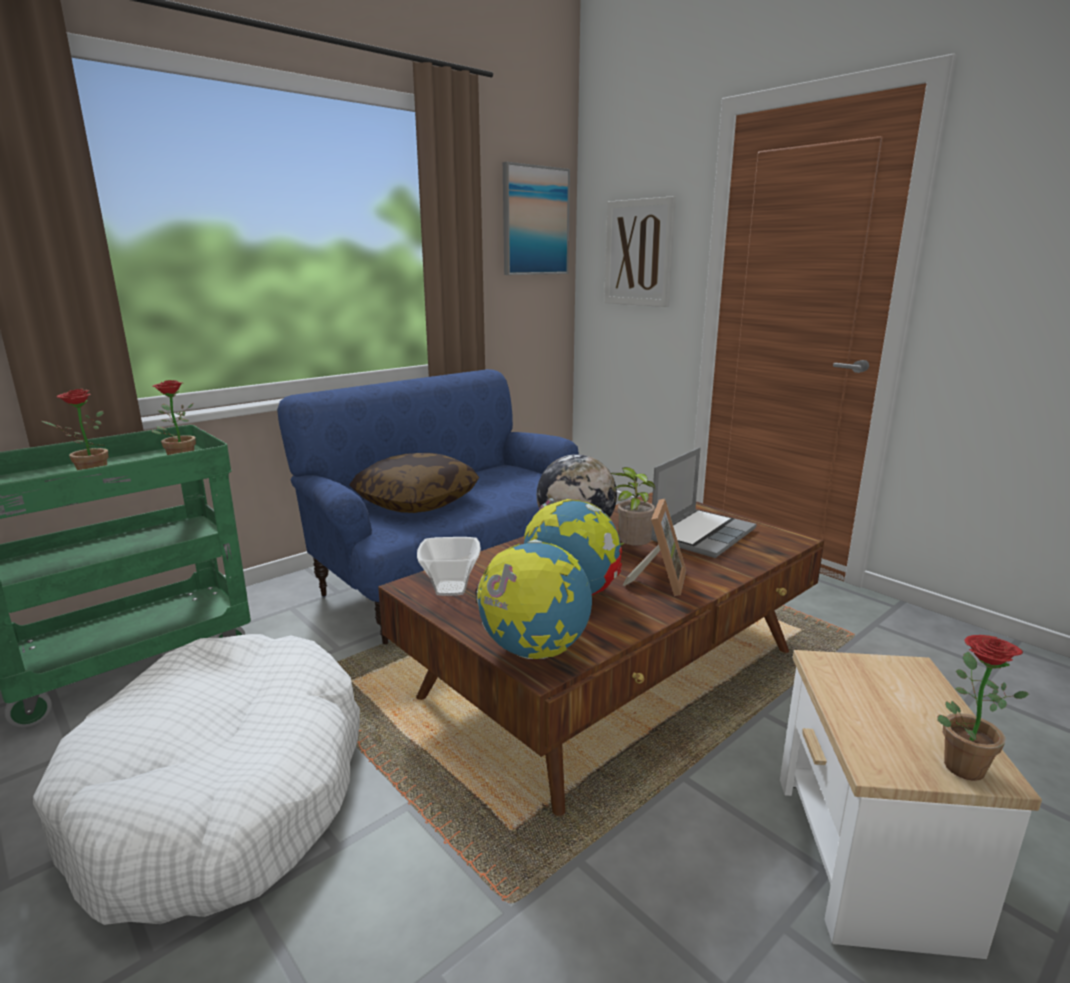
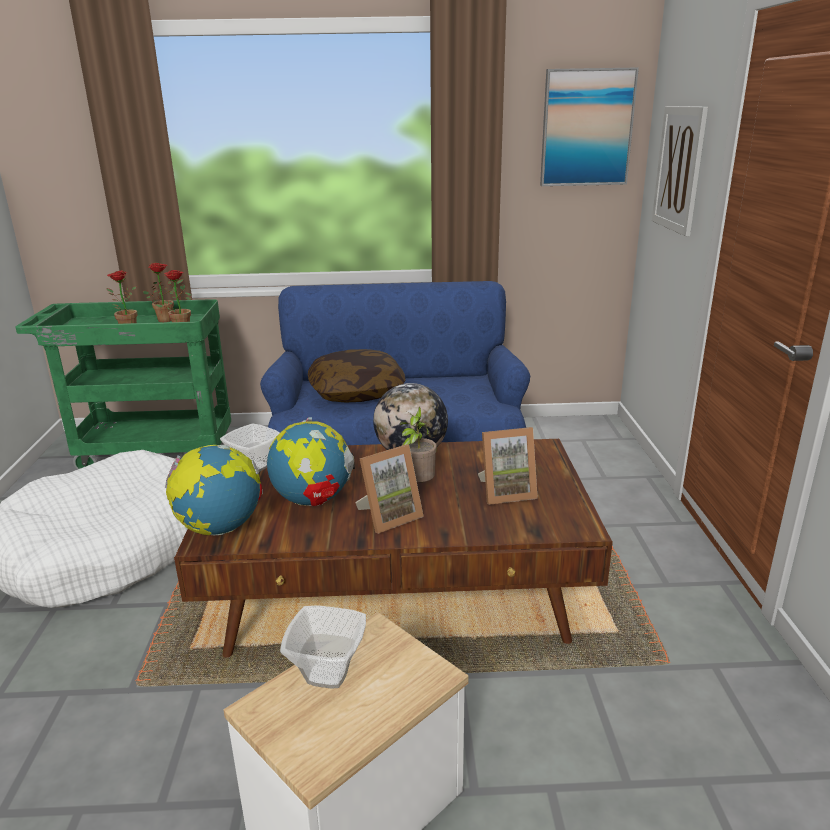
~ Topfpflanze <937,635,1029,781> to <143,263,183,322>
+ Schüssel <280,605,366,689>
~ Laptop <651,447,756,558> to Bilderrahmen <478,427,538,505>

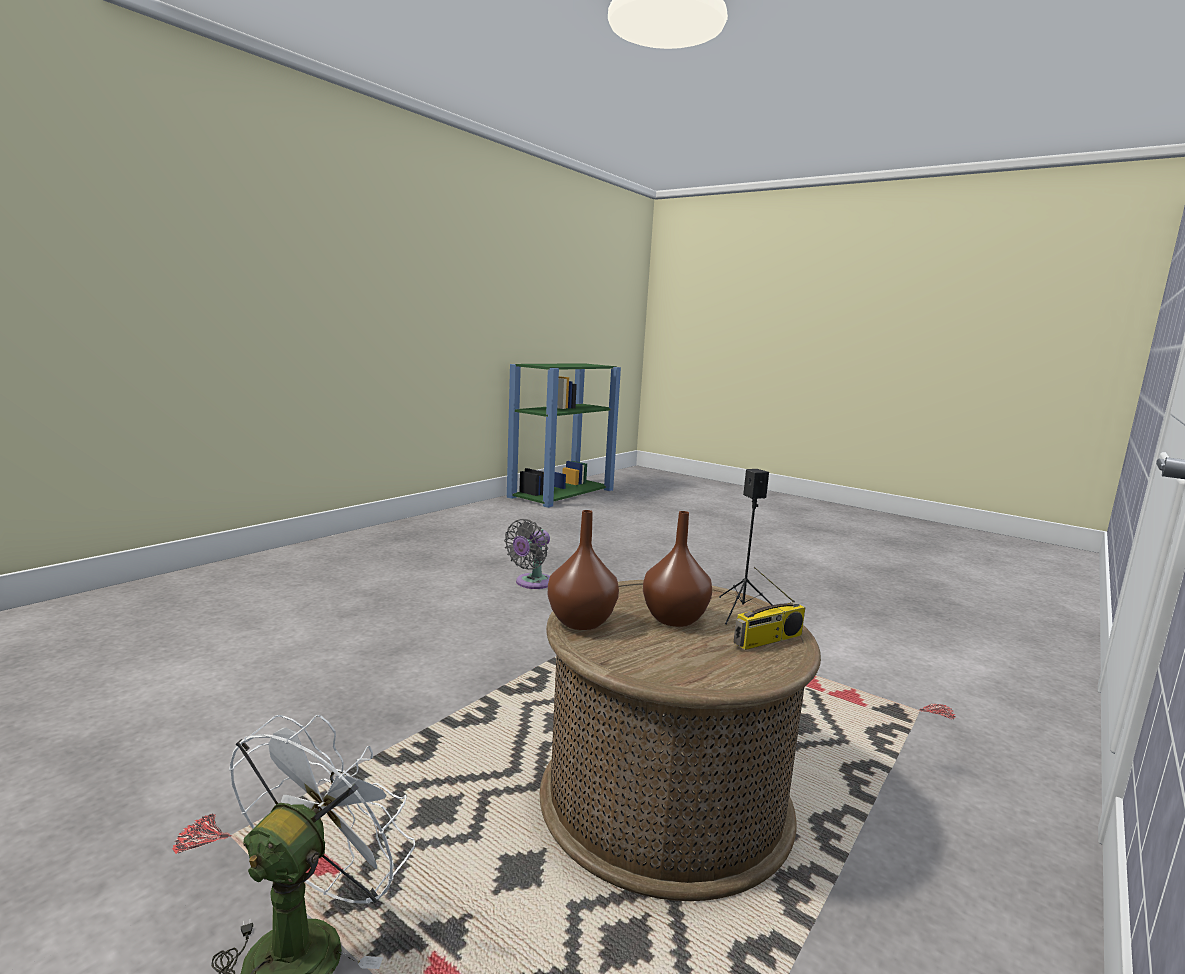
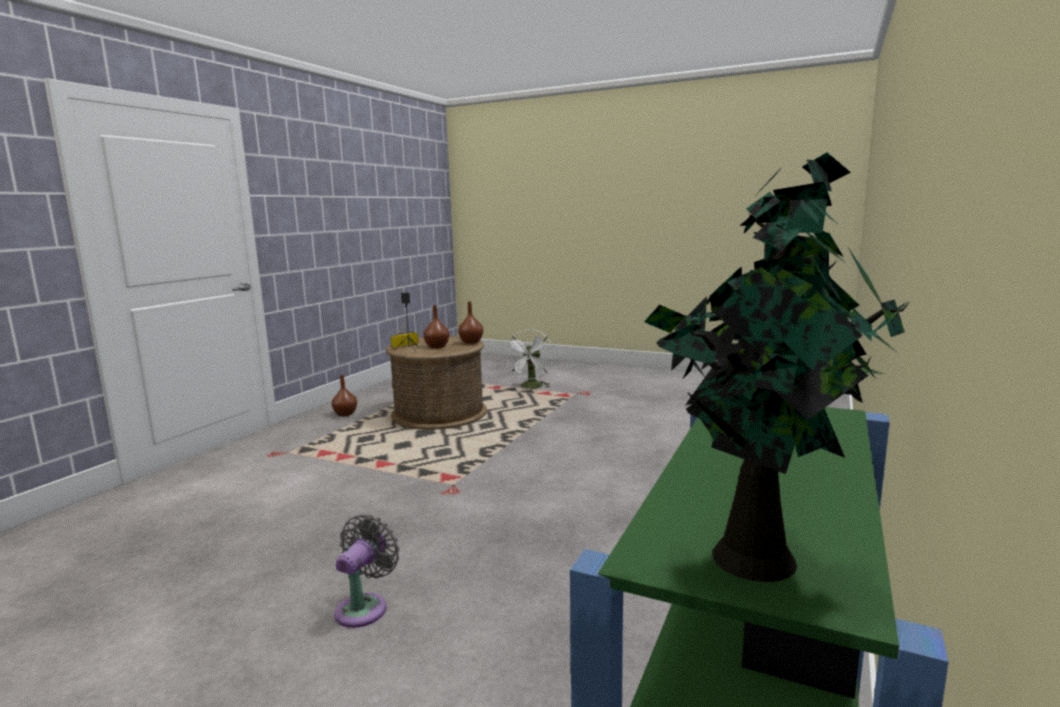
+ Vase [braun] <331,375,357,416>
~ Ventilator [grau] <504,519,550,589> to <334,515,400,628>
+ Topfpflanze <644,153,909,582>

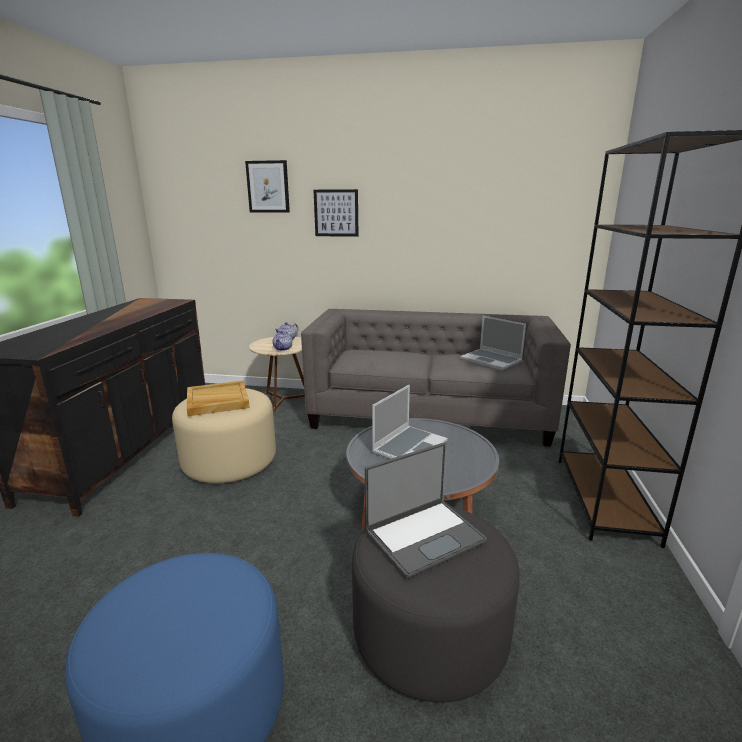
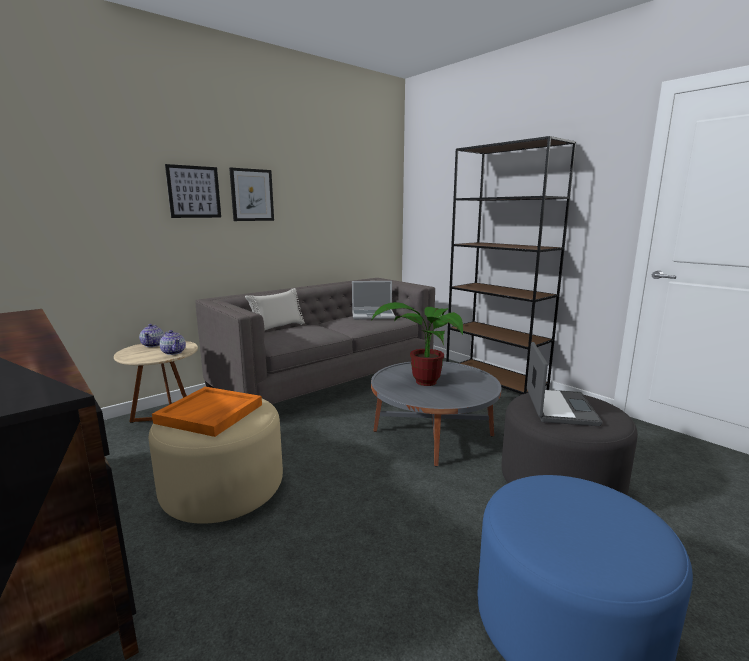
~ Tablett [beige] <187,381,250,416> to Tablett [orange] <152,387,262,437>
~ Bild <245,160,290,213> to <229,168,274,221>
+ Kissen [weiß] <245,288,305,330>
~ Laptop <372,385,448,459> to Topfpflanze <371,302,463,386>

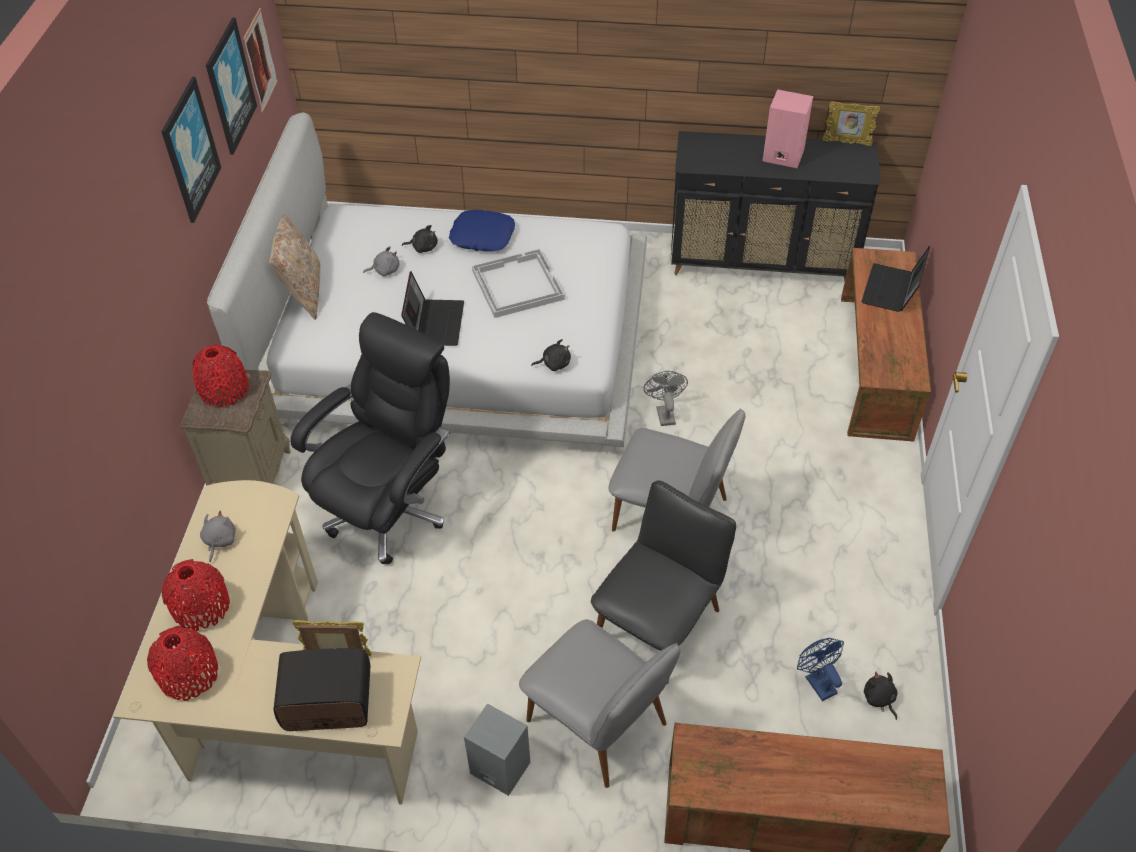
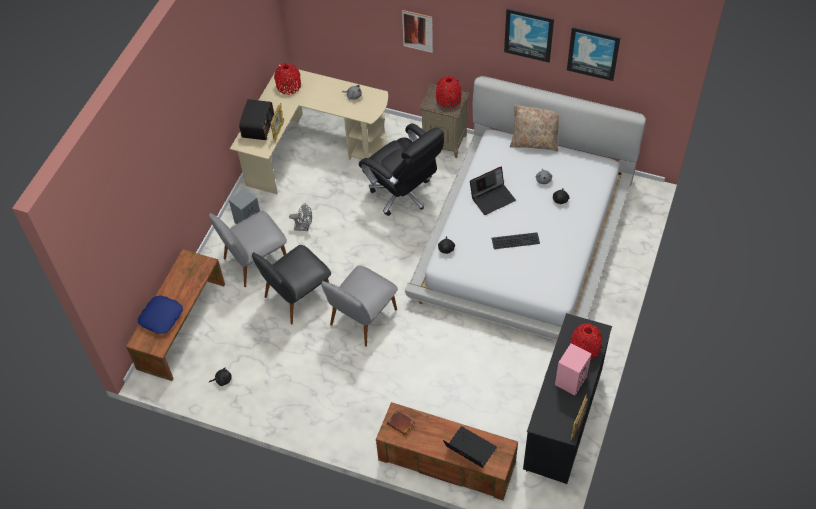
~ Kissen [blau] <449,210,515,252> to <138,295,183,334>
~ Stuhl [schwarz] <591,480,736,684> = <252,245,331,325> 90 degrees clockwise
~ Ventilator [grau] <644,371,688,426> to <289,203,312,231>
+ Buch [braun] <387,409,415,435>
~ Bild <243,8,278,112> to <402,10,433,53>
~ Laptop <401,271,464,346> = <470,166,516,215> 45 degrees counterclockwise
~ Tablett [weiß] <472,249,565,318> to Tastatur <492,232,540,249>
~ Vase [rot] <162,559,230,631> to <570,323,603,359>
- Ventilator [blau] <797,638,844,701>

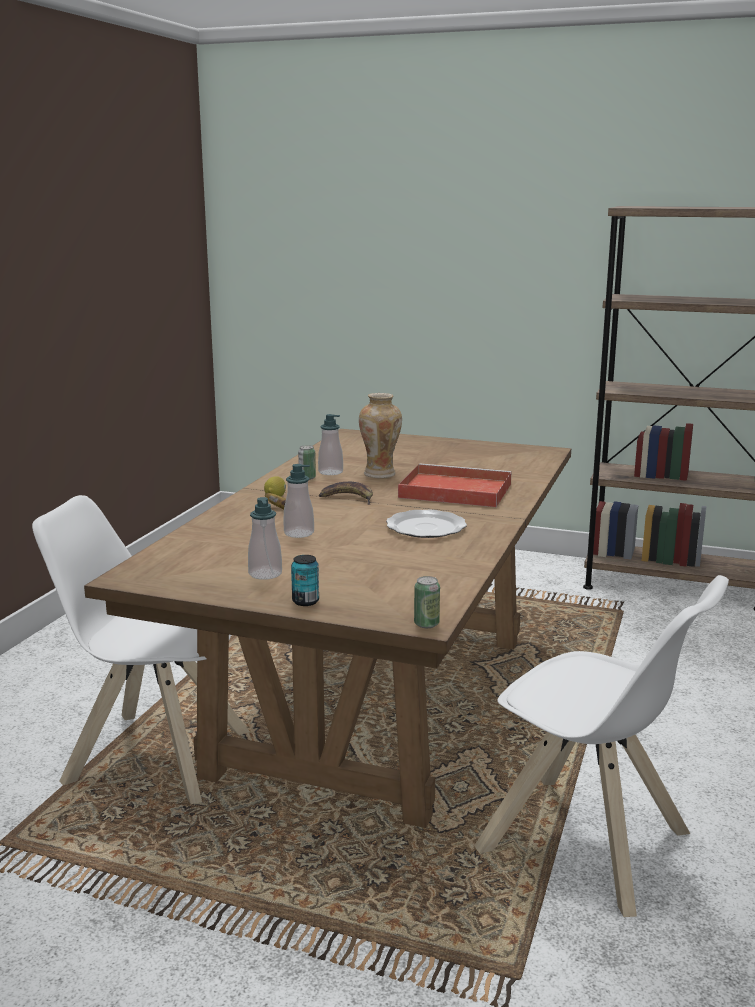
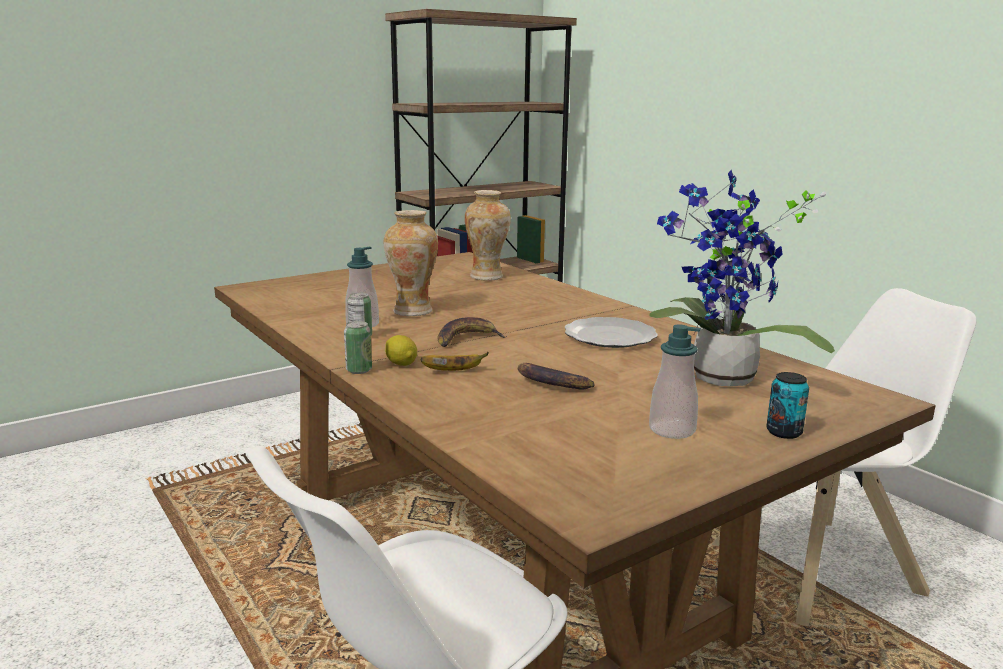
~ Dose <414,576,440,628> to <344,321,372,374>
+ Vase <465,190,511,281>
~ Seifenspender <283,464,314,538> to Banane <518,363,595,389>
+ Topfpflanze <649,170,835,386>
- Tablett [rot] <398,464,512,507>

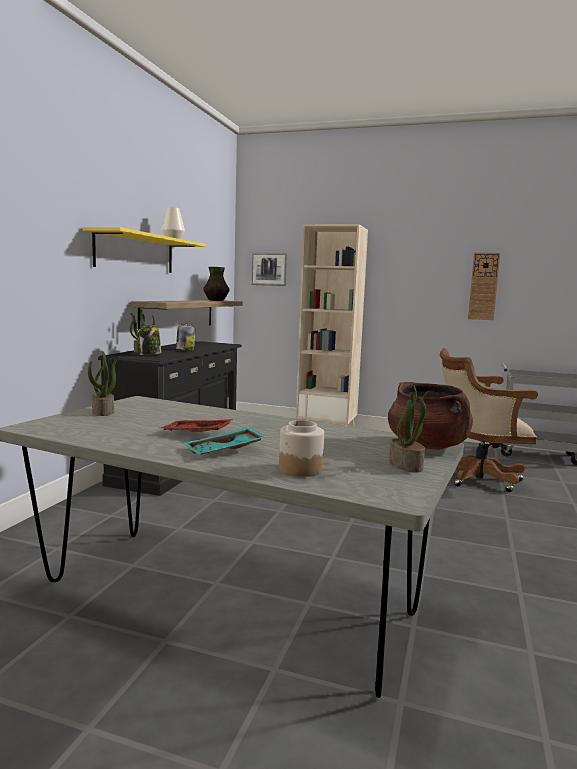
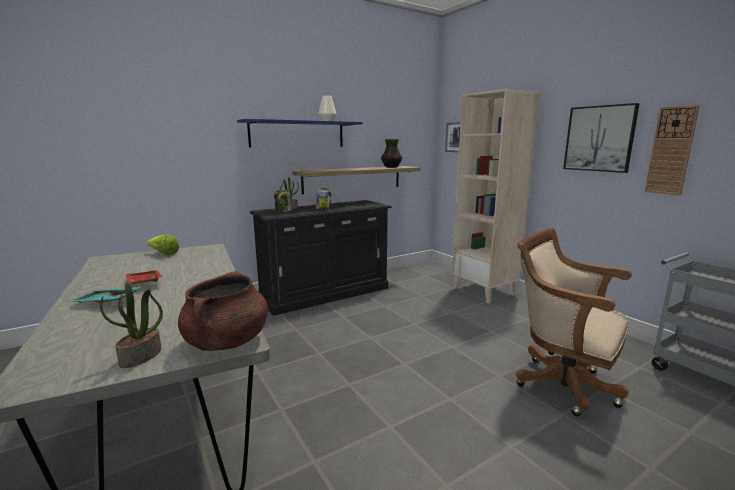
~ Topfpflanze <88,351,120,416> to Salatkopf <146,234,179,255>
~ Wandregal [gelb] <83,227,206,273> to Wandregal [blau] <237,119,363,148>
+ Bild <563,103,640,173>
- Vorratsglas <279,420,324,477>

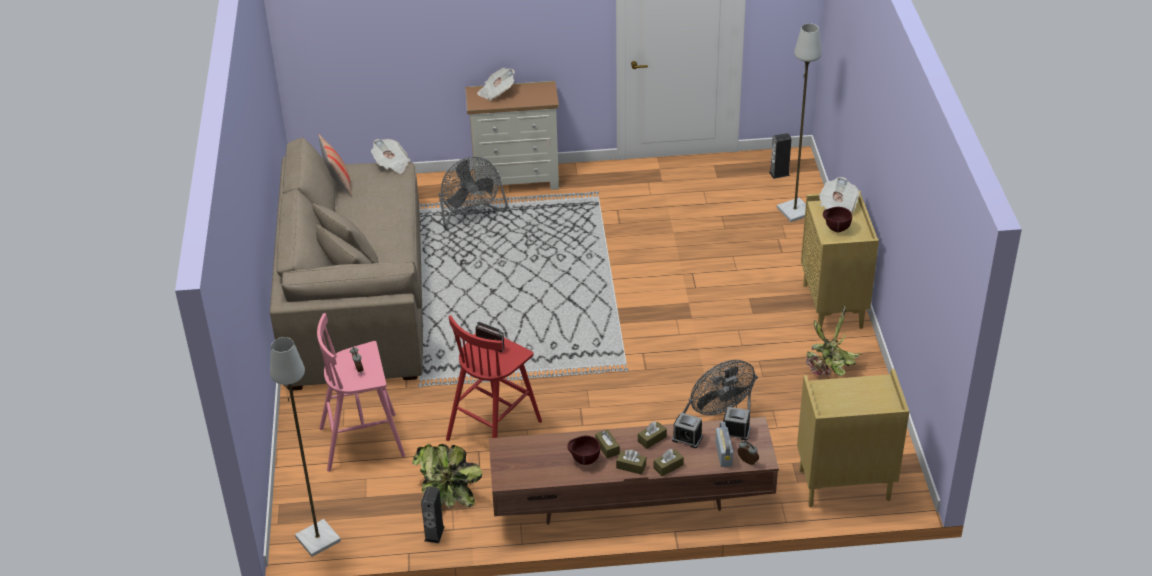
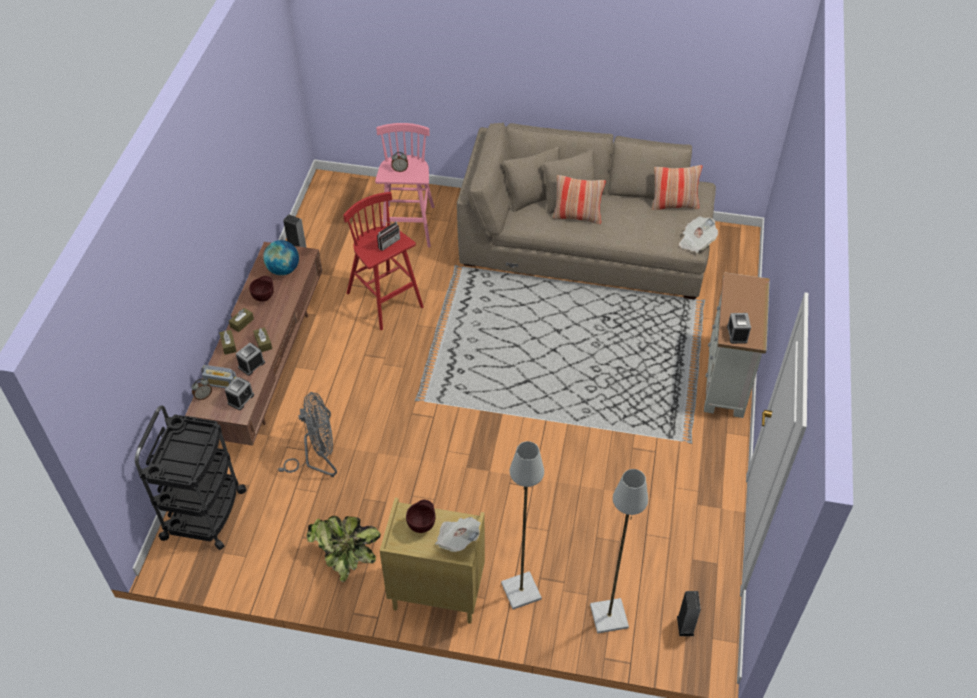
~ Schrank [beige] <797,369,909,507> to Rollwagen [schwarz] <135,405,246,550>
+ Globus <263,240,299,276>
~ Stehlampe [grau] <270,337,341,557> to <501,441,544,609>
+ Kissen <552,175,606,224>
+ Wecker <727,313,751,344>
- Topfpflanze <412,444,483,508>
- Ventilator [grau] <438,157,508,231>
- Zeitung <477,68,515,101>
- Taschentuchbox [braun] <595,429,620,459>

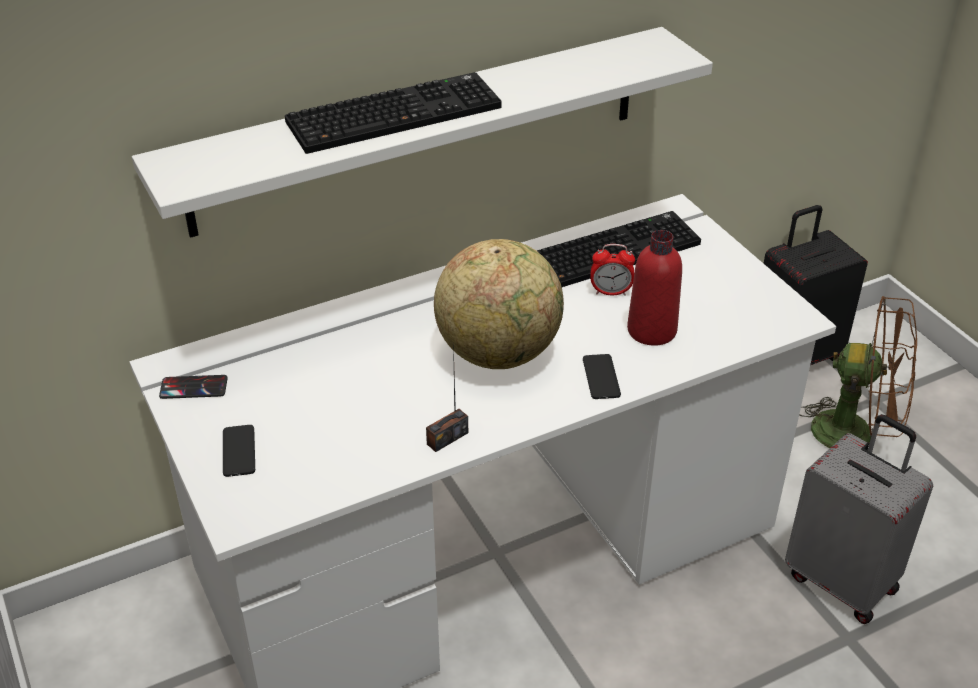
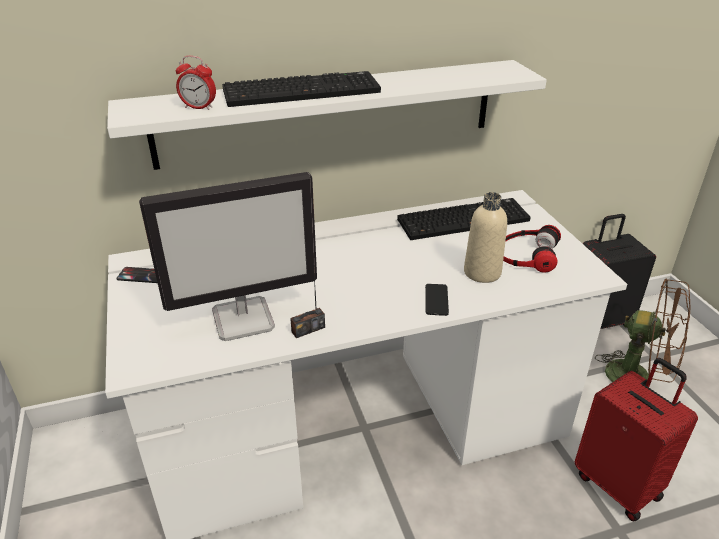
+ Monitor <139,172,317,341>
~ Wecker <591,244,635,295> to <176,56,216,110>
~ Flasche [rot] <627,230,682,346> to Flasche [beige] <464,192,507,283>
+ Kopfhörer <503,225,561,273>
~ Koffer [grau] <785,414,933,624> to Koffer [rot] <575,358,698,522>
- Handy <223,425,255,477>
- Globus <434,239,564,369>

